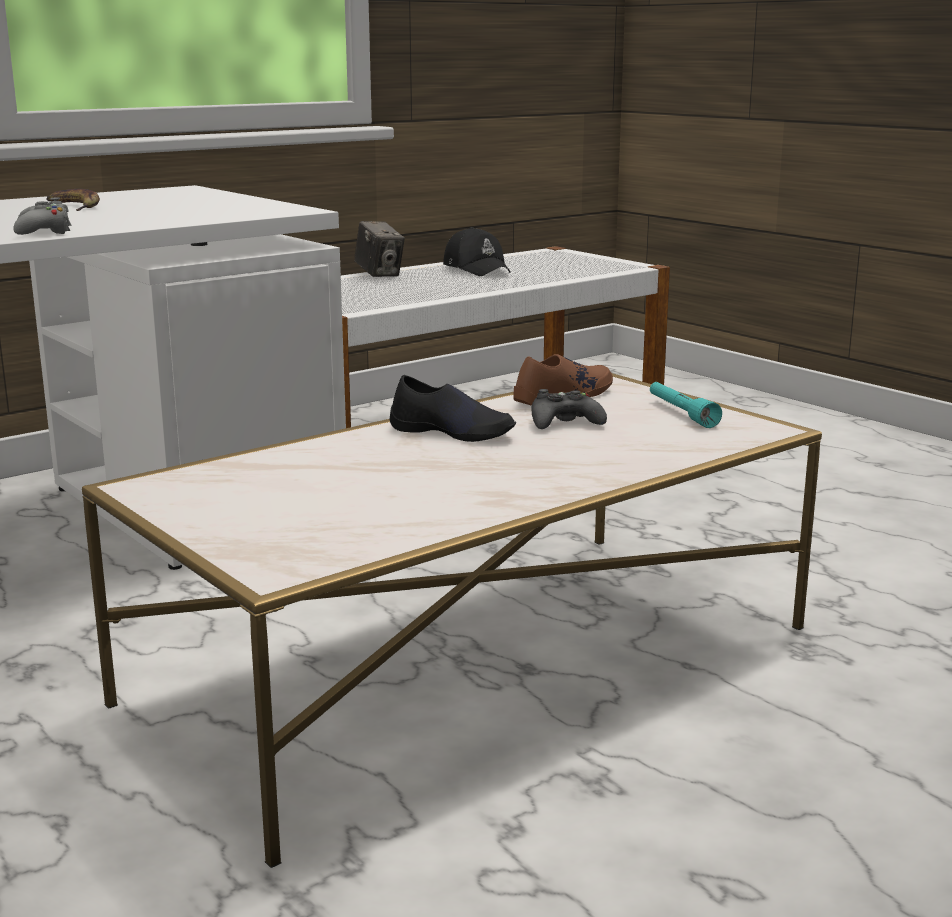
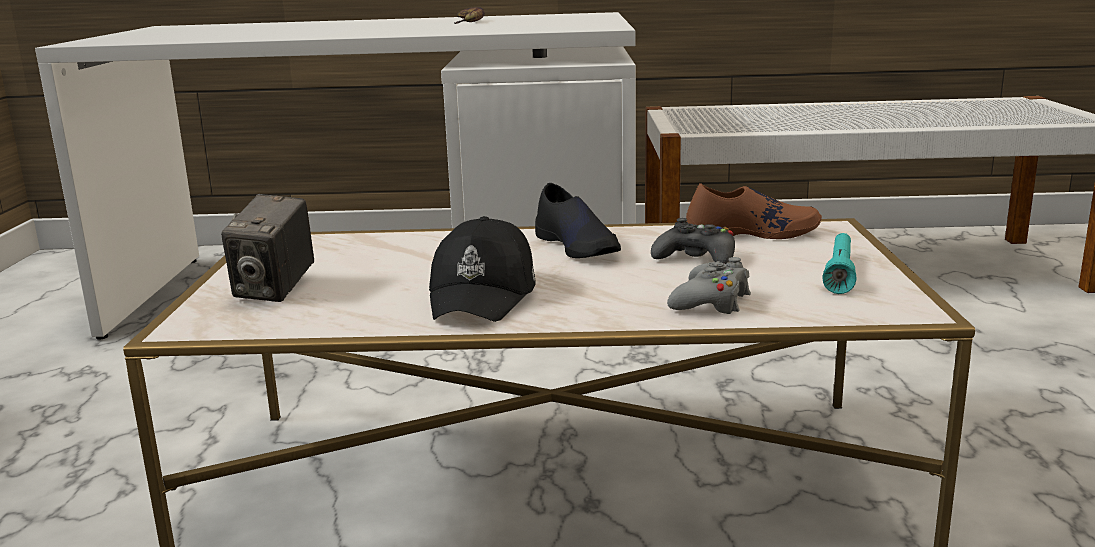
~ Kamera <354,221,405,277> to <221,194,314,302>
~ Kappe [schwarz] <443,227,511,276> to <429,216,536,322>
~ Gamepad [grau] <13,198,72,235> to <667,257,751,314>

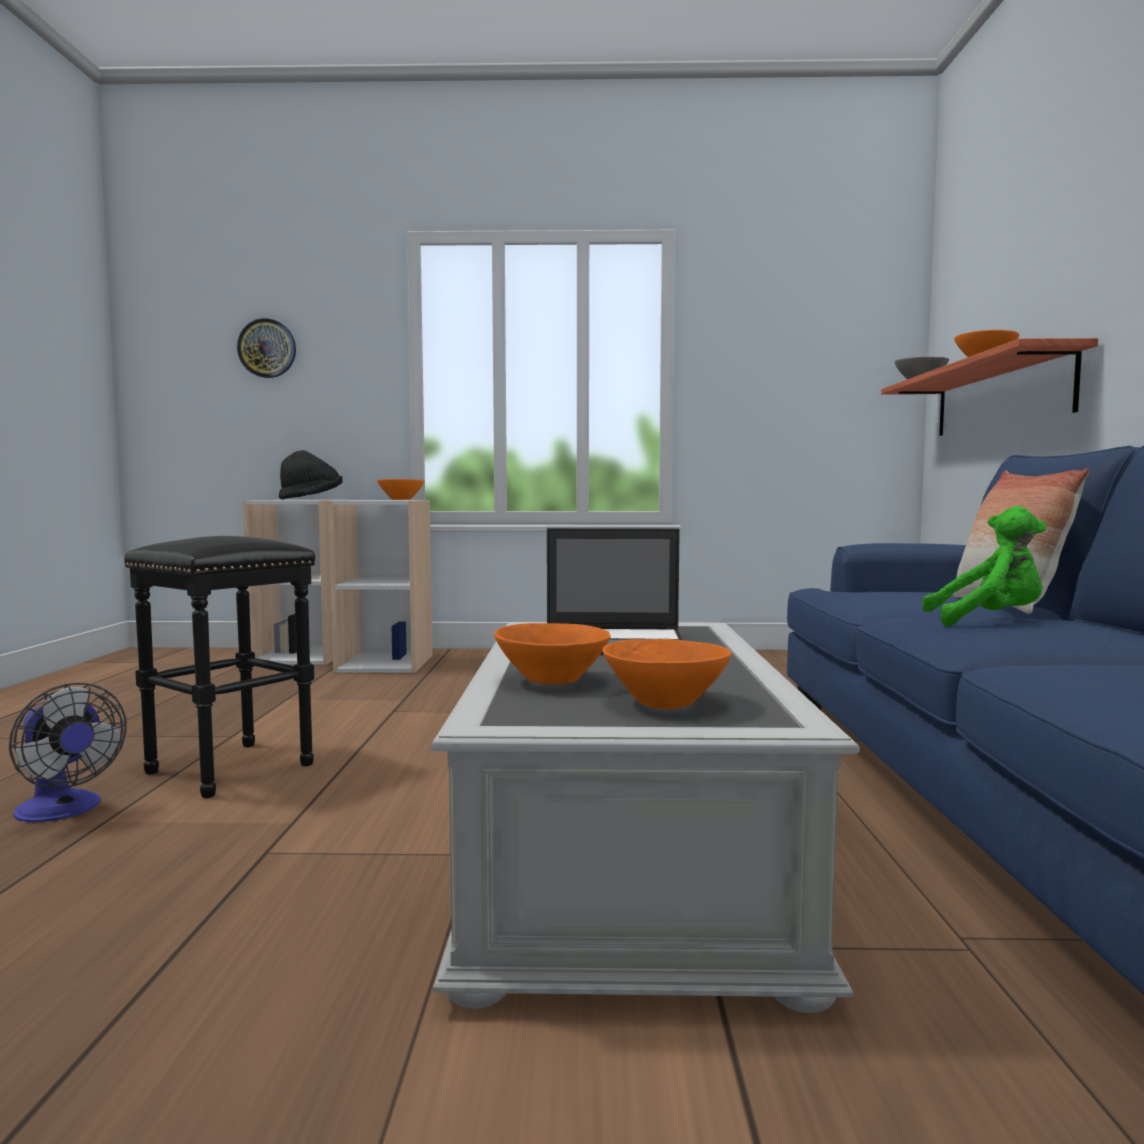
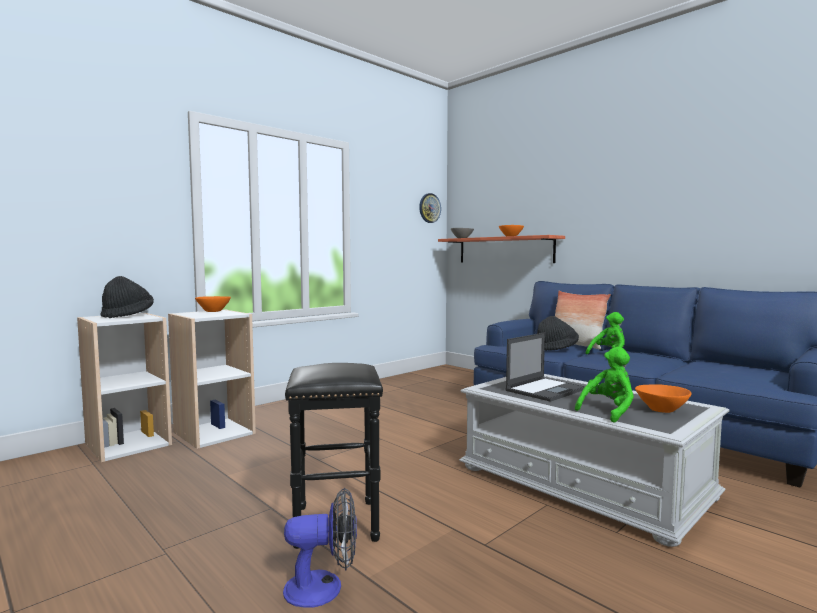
~ Wanduhr <237,318,296,378> to <419,193,441,223>
+ Hut [schwarz] <537,316,579,351>
~ Schüssel [orange] <494,623,610,684> to Plüschtier [grün] <575,347,634,423>

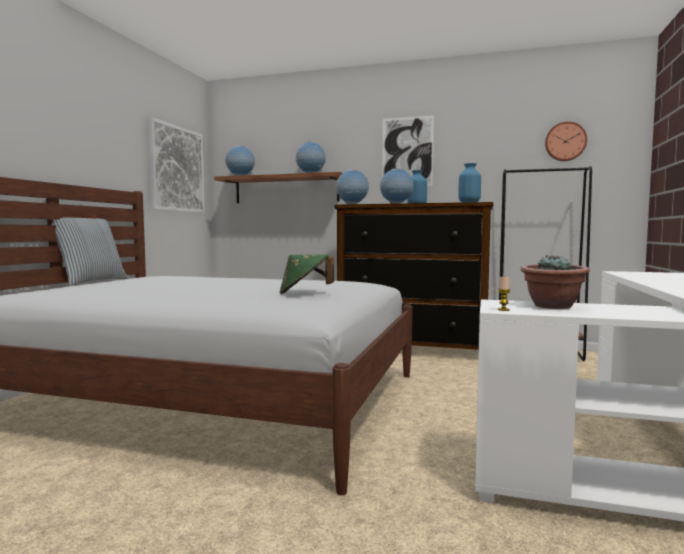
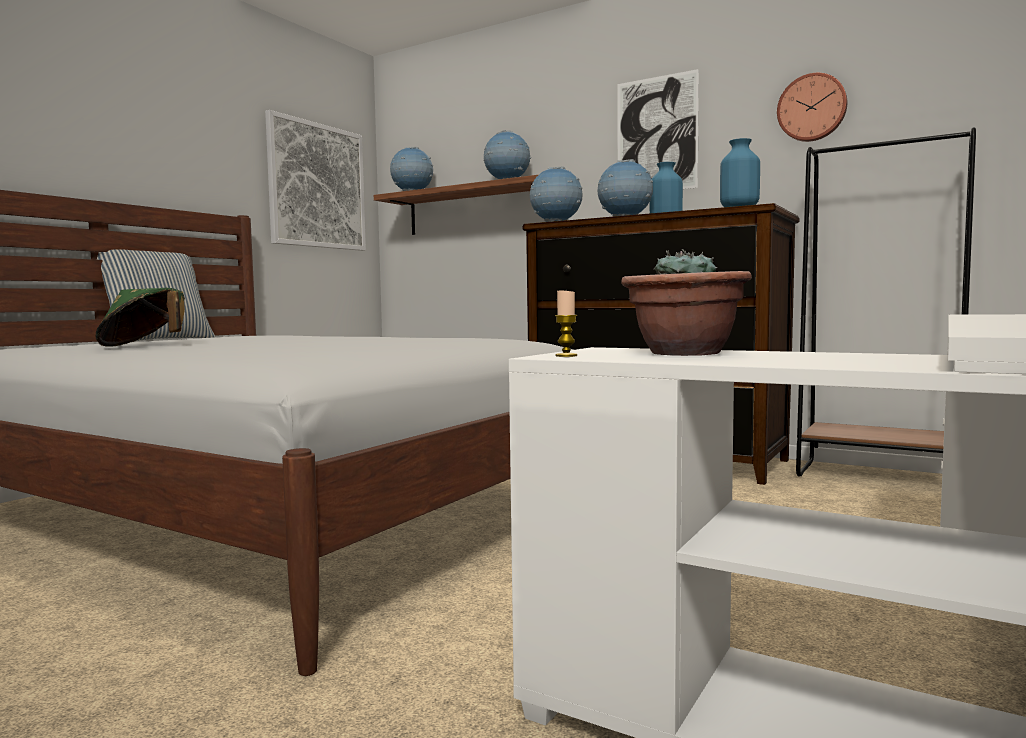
~ Hut [grün] <280,254,334,294> to <96,288,185,347>
~ Wanduhr <545,122,587,161> to <777,73,847,142>

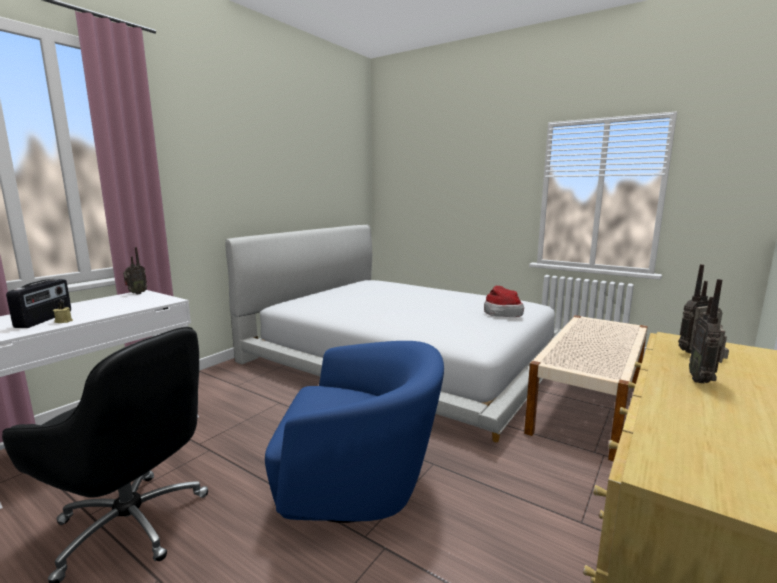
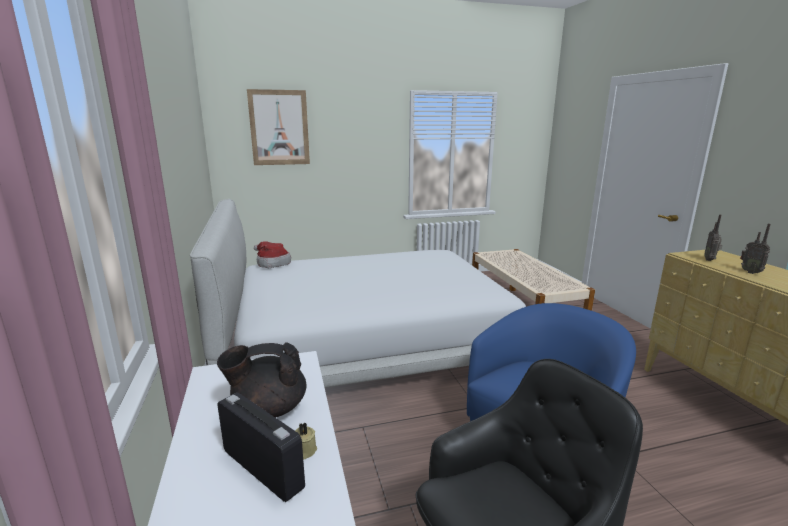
+ Teekanne [schwarz] <217,342,306,418>
+ Bild <247,89,310,165>
~ Hut <484,286,524,317> to <254,241,291,268>
- Radio <123,247,147,294>

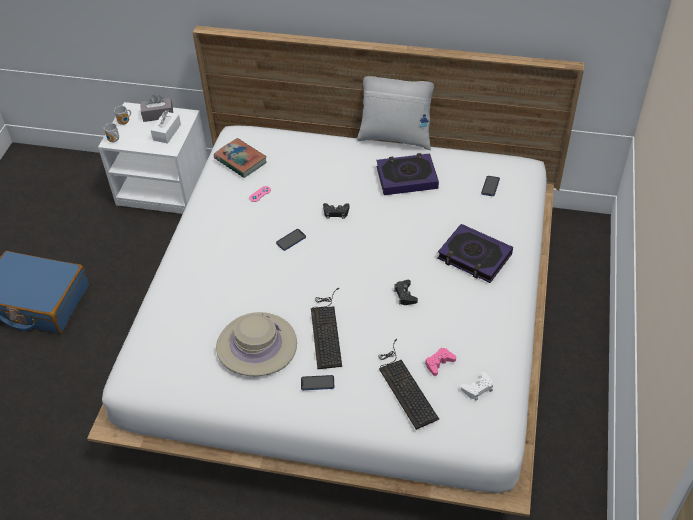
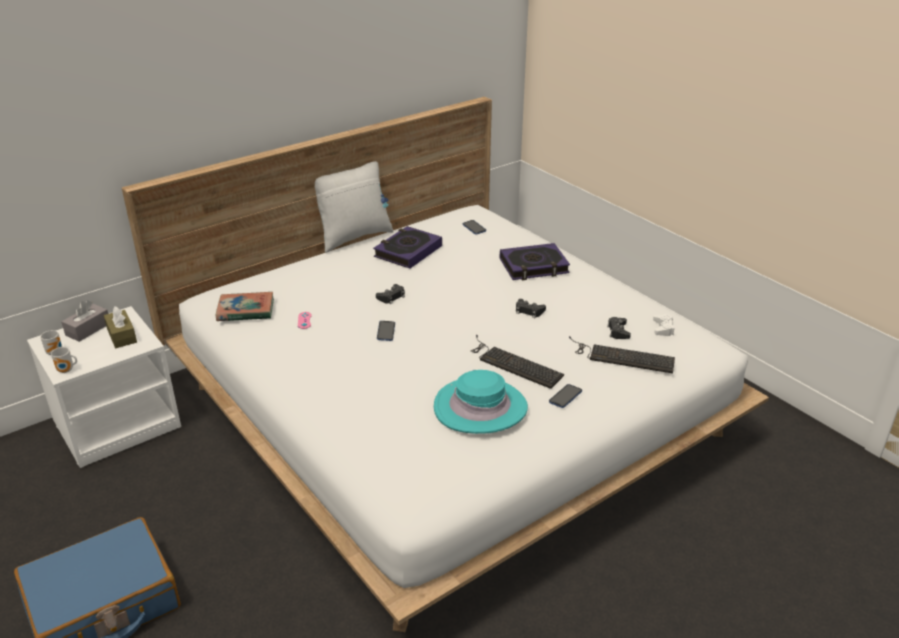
~ Taschentuchbox [weiß] <151,110,181,144> to Taschentuchbox [braun] <104,306,137,348>
~ Hut [beige] <216,312,297,376> to Hut [türkis] <434,370,528,434>
~ Gamepad [rosa] <425,347,456,376> to Gamepad [schwarz] <607,317,631,339>

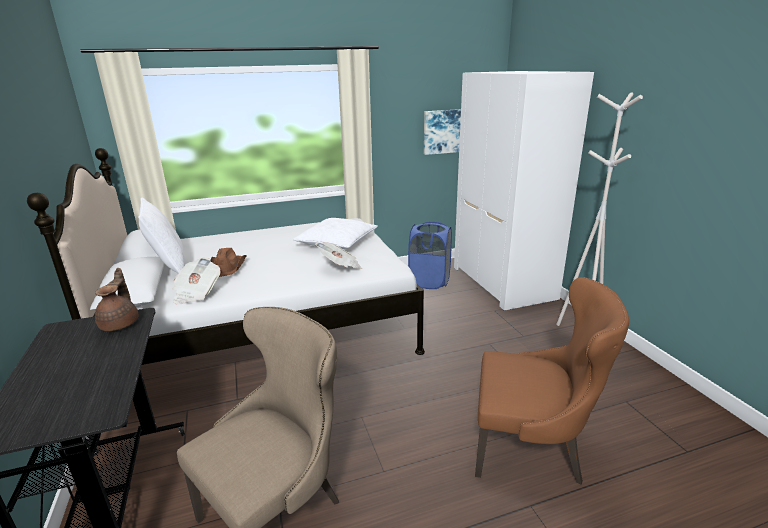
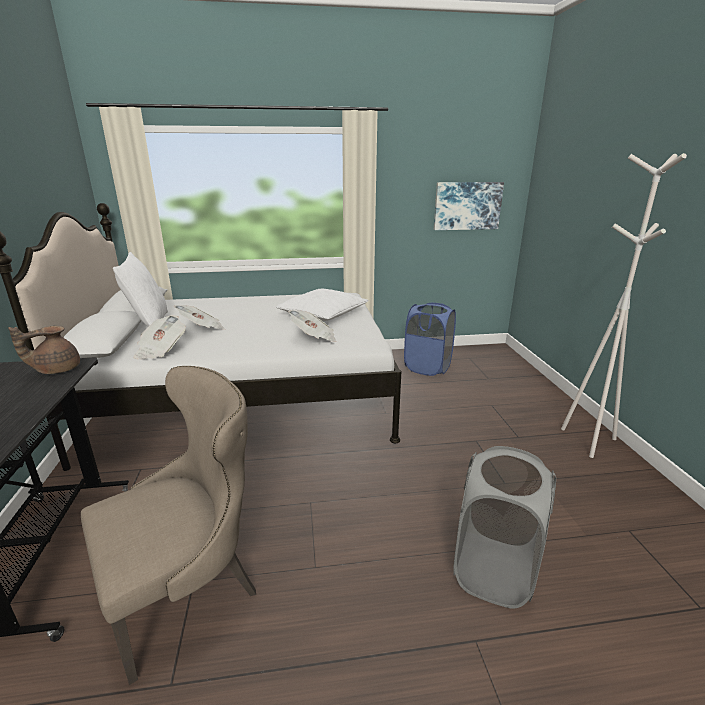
~ Teekanne [braun] <95,268,139,331> = <8,326,80,374> 135 degrees counterclockwise
~ Hut [braun] <210,248,247,277> to Zeitung <174,305,225,329>
~ Stuhl [braun] <475,277,629,484> to Wäschekorb [grau] <453,446,556,609>
- Kleiderschrank [weiß] <454,71,594,311>

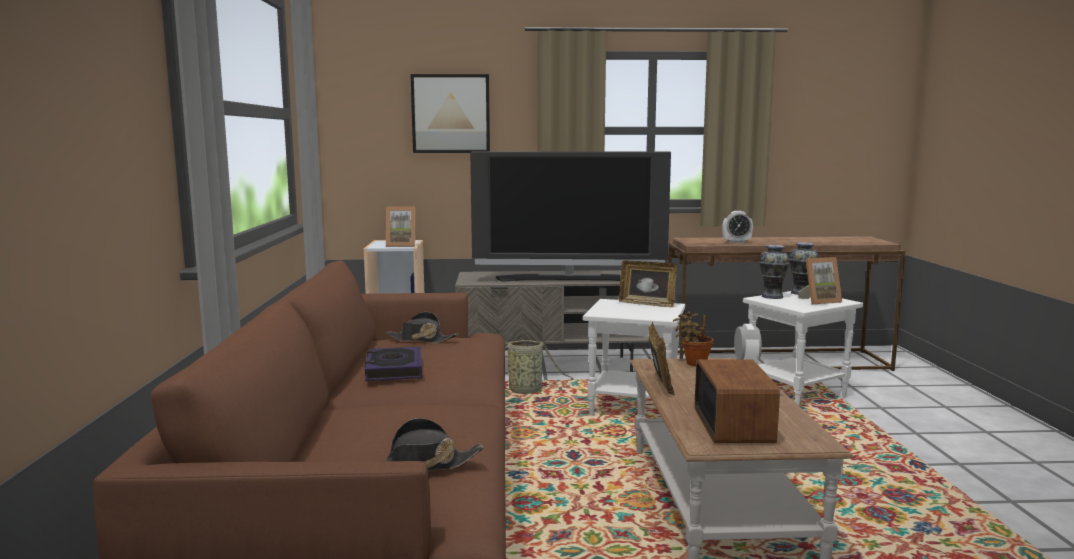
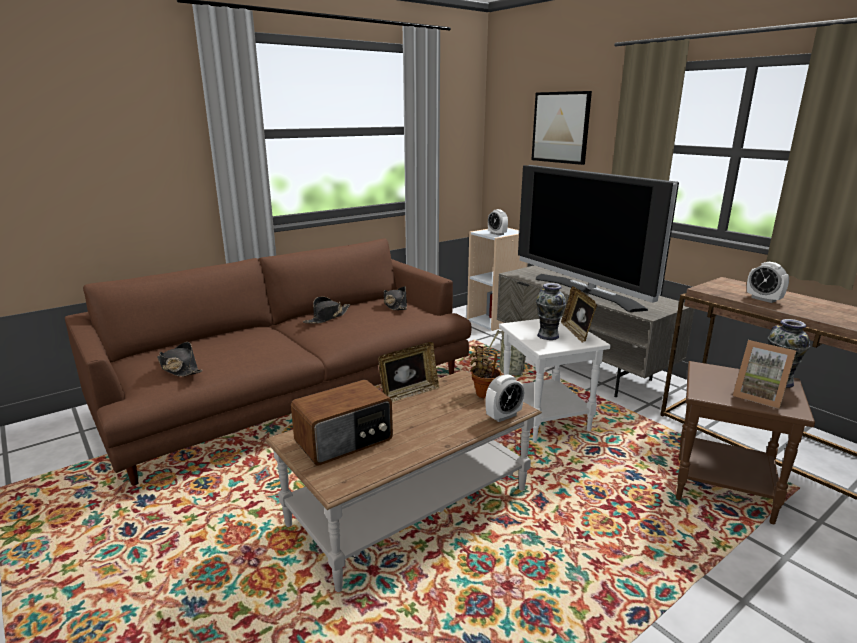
~ Buch <365,346,422,381> to Hut [schwarz] <303,297,350,324>
~ Bilderrahmen <386,206,415,247> to Wecker <488,209,508,236>
~ Vase <759,245,790,299> to <536,283,566,340>
~ Beistelltisch [weiß] <743,291,863,406> to Beistelltisch [braun] <676,361,815,524>

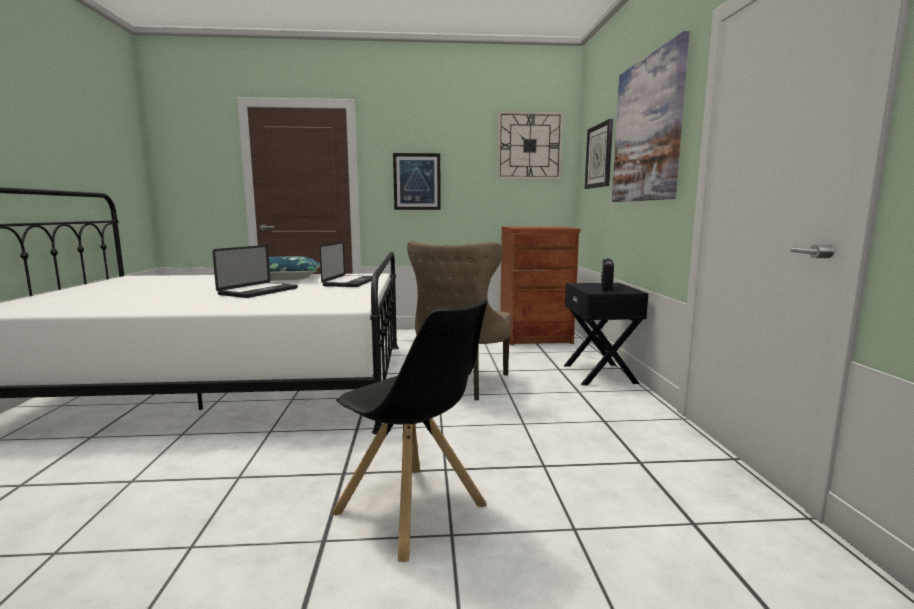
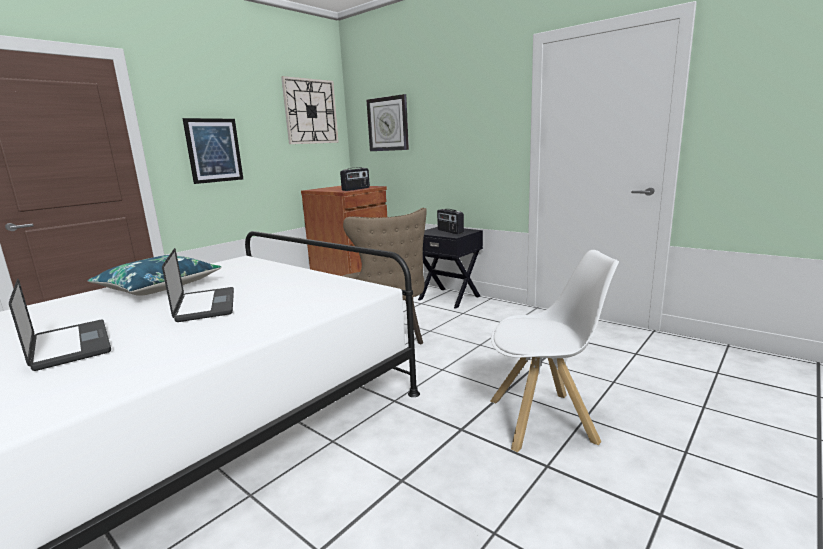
~ Laptop <319,242,372,287> to <9,279,111,371>
+ Radio <340,167,370,191>
~ Stuhl [schwarz] <332,299,488,562> to Stuhl [weiß] <490,250,619,452>
- Bild <612,31,689,202>

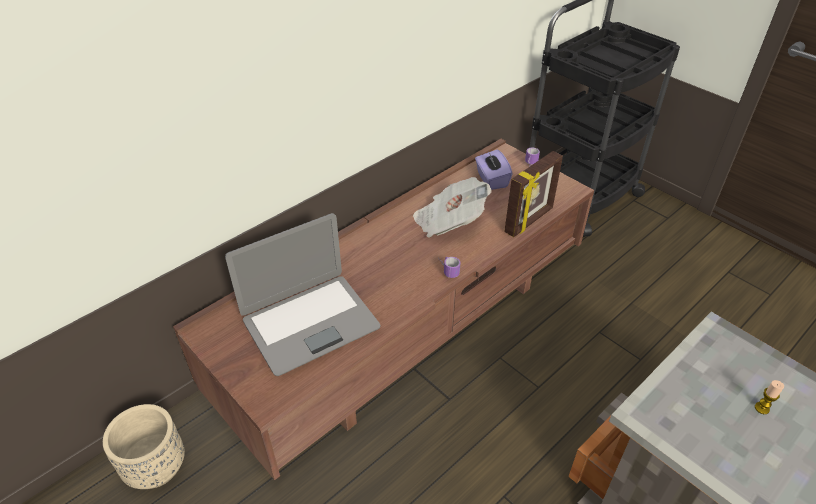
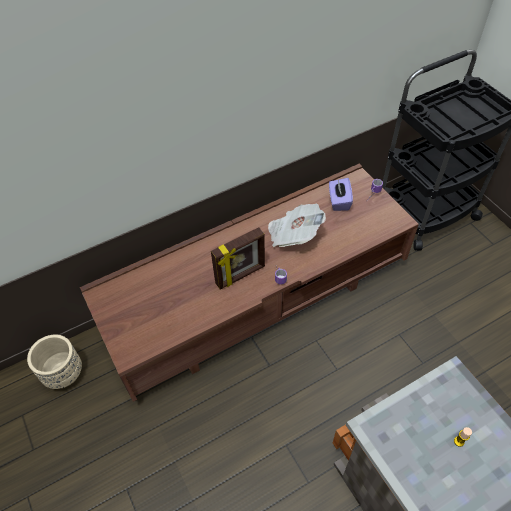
~ Bilderrahmen <504,151,563,237> to <211,227,265,289>
- Laptop <225,213,381,376>

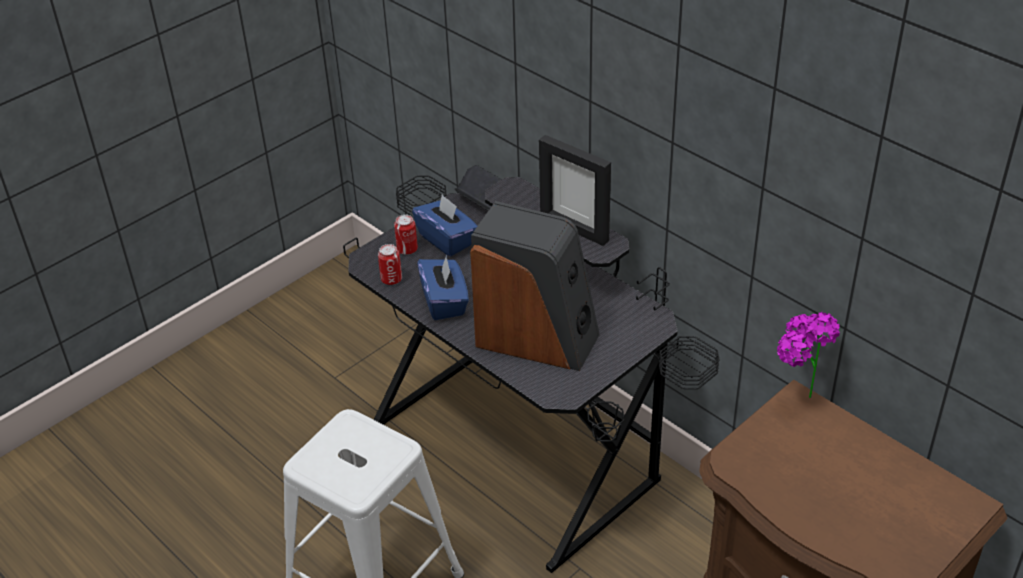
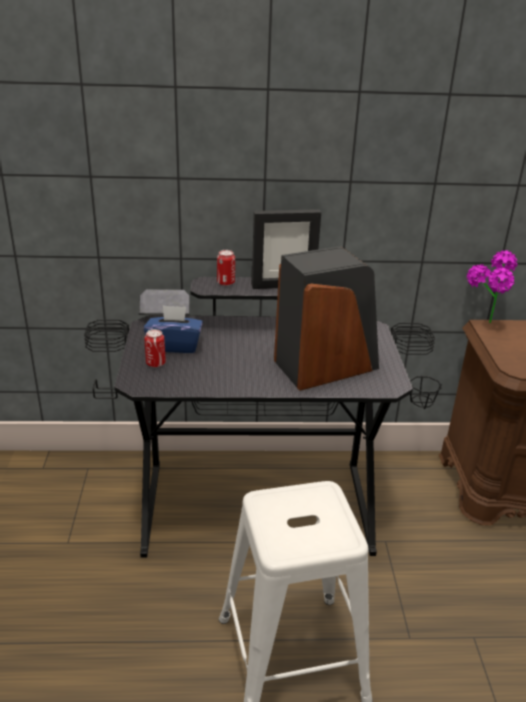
~ Dose <378,244,402,285> to <217,250,235,286>
- Taschentuchbox [blau] <417,255,469,320>

